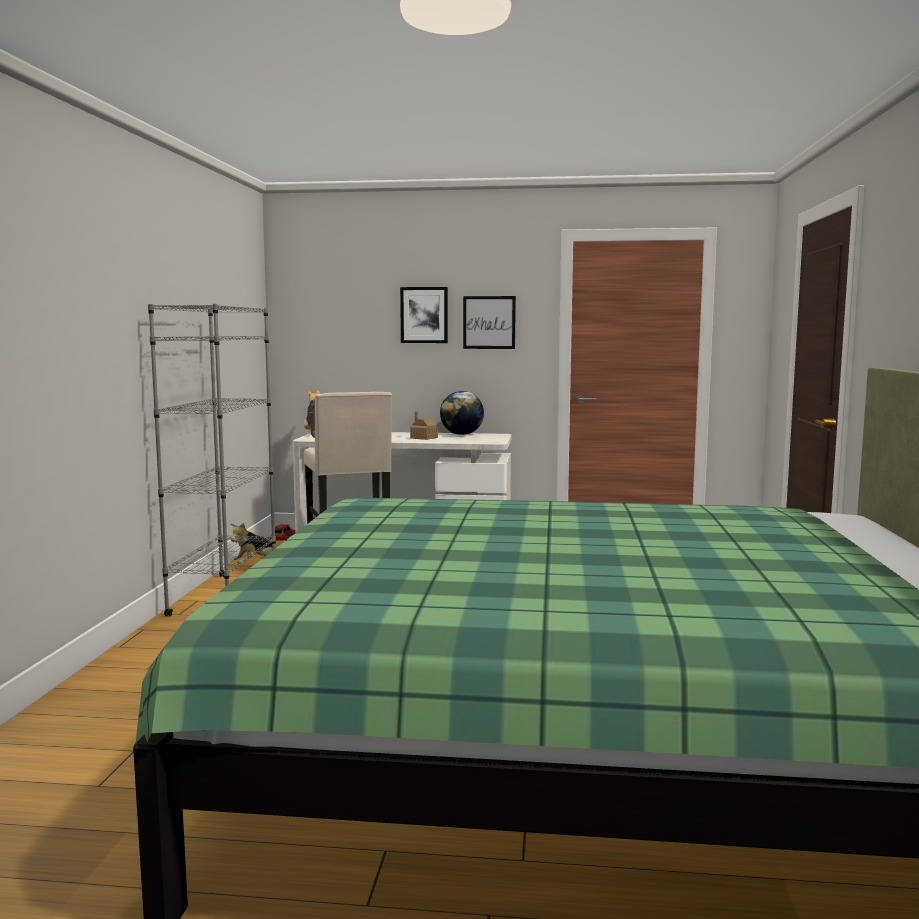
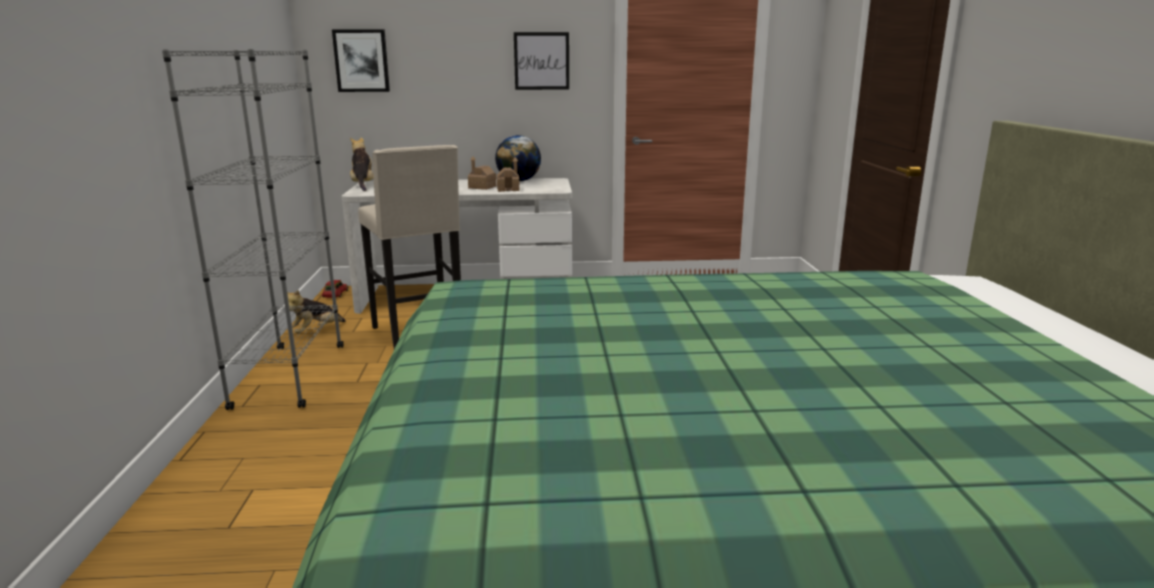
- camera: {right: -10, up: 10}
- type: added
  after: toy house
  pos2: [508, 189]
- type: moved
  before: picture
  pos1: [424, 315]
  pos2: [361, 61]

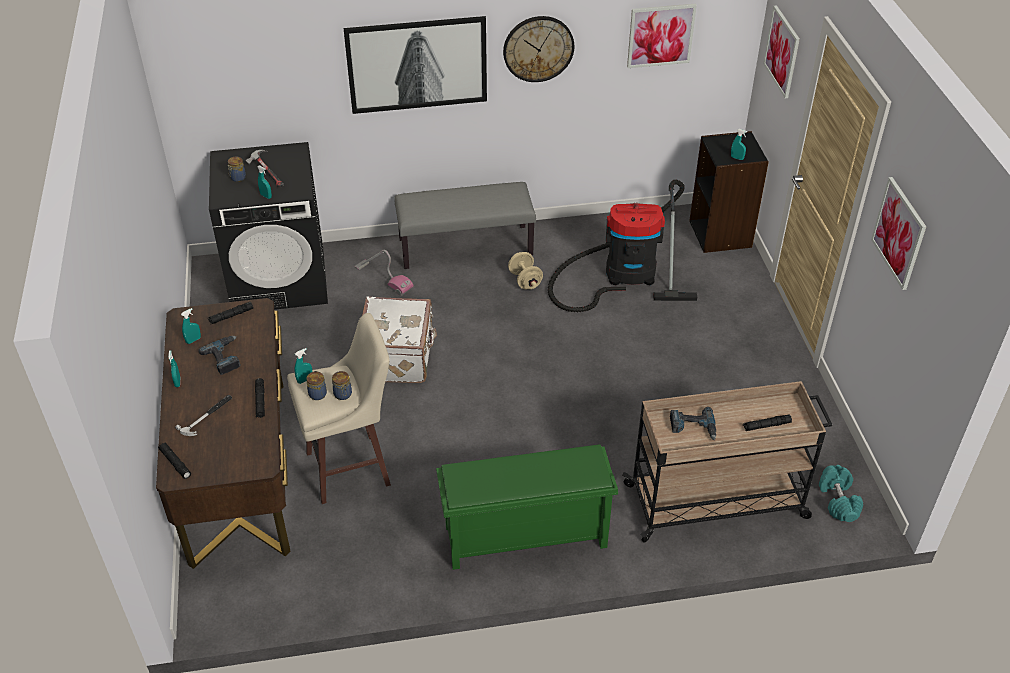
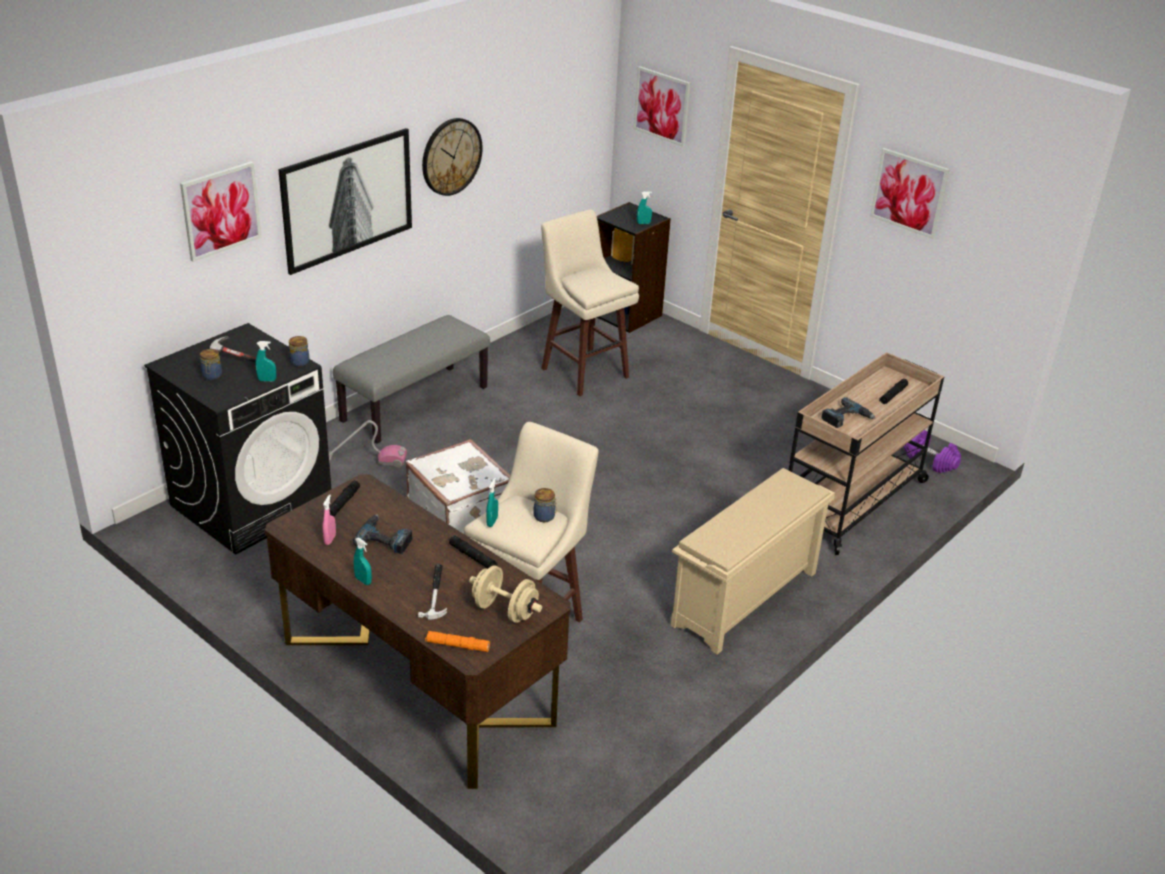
- camera: {right: -40, up: -10}
- type: moved
  before: jar
  pos1: [317, 393]
  pos2: [299, 362]
- type: moved
  before: dumbbell/beige
  pos1: [525, 280]
  pos2: [505, 610]
- type: moved
  before: picture
  pos1: [660, 35]
  pos2: [221, 210]
- type: replaced
  before: vacuum cleaner
  after: stool/beige
  pos1: [624, 274]
  pos2: [583, 372]
- type: recoloured
  before: flashlight/black
  after: flashlight/orange
  pos1: [175, 463]
  pos2: [457, 645]
- type: recoloured
  before: spray bottle/turquoise
  after: spray bottle/pink
  pos1: [193, 340]
  pos2: [330, 539]
- type: recoloured
  before: shoe rack/green
  after: shoe rack/beige
  pos1: [524, 538]
  pos2: [744, 600]
- type: recoloured
  before: dumbbell/turquoise
  after: dumbbell/purple
  pos1: [838, 500]
  pos2: [929, 460]

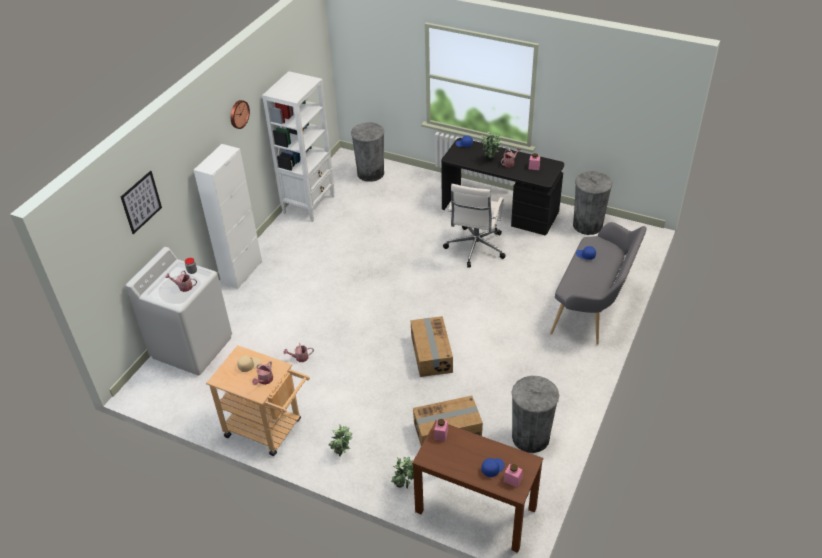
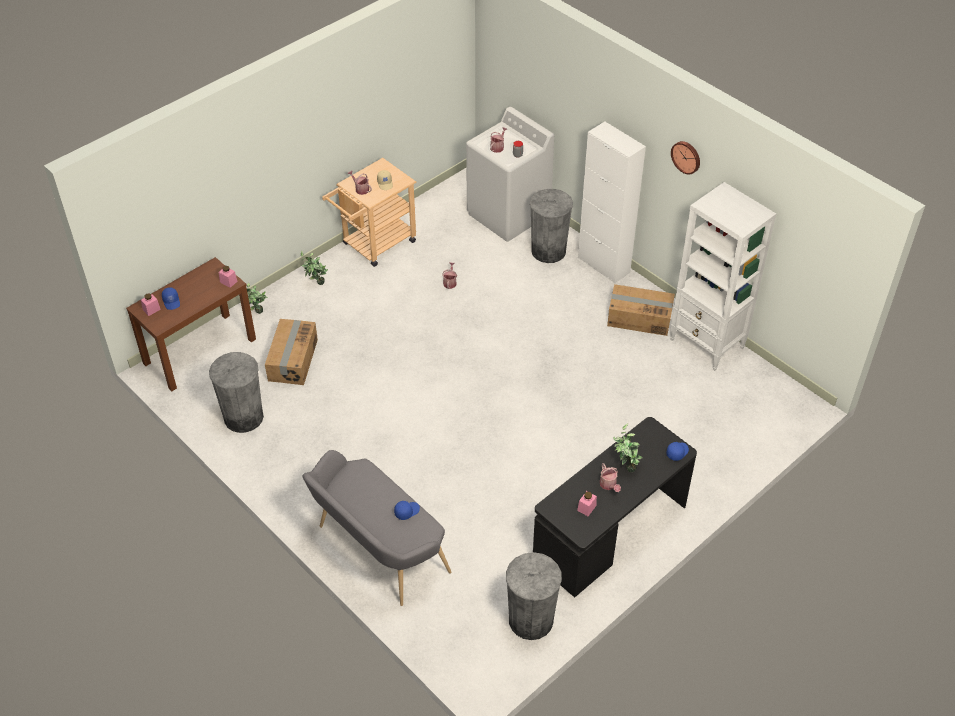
- camera: {right: 110, up: 5}
- type: removed
  before: picture
  pos1: [141, 202]
- type: removed
  before: office chair/white
  pos1: [475, 248]
- type: moved
  before: trash can/grey
  pos1: [370, 173]
  pos2: [548, 251]
- type: moved
  before: cardboard box
  pos1: [431, 354]
  pos2: [639, 318]

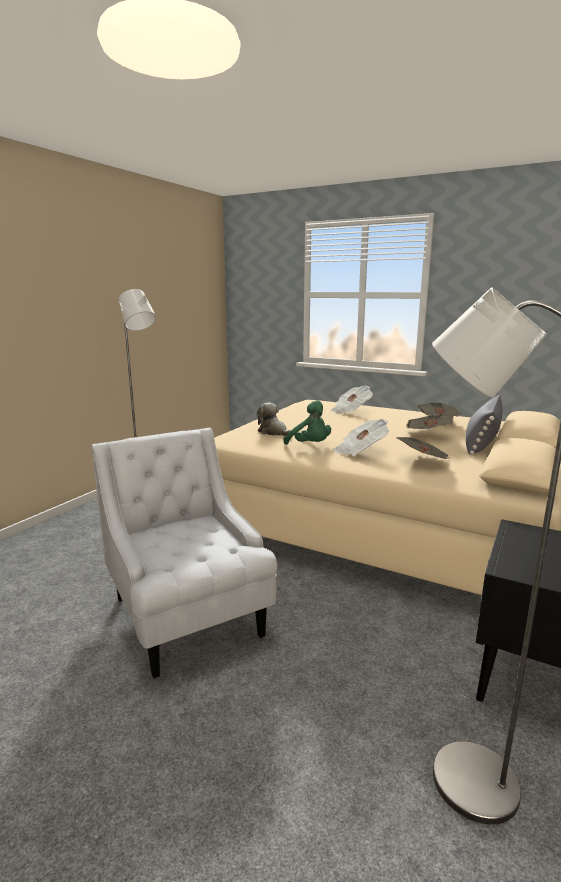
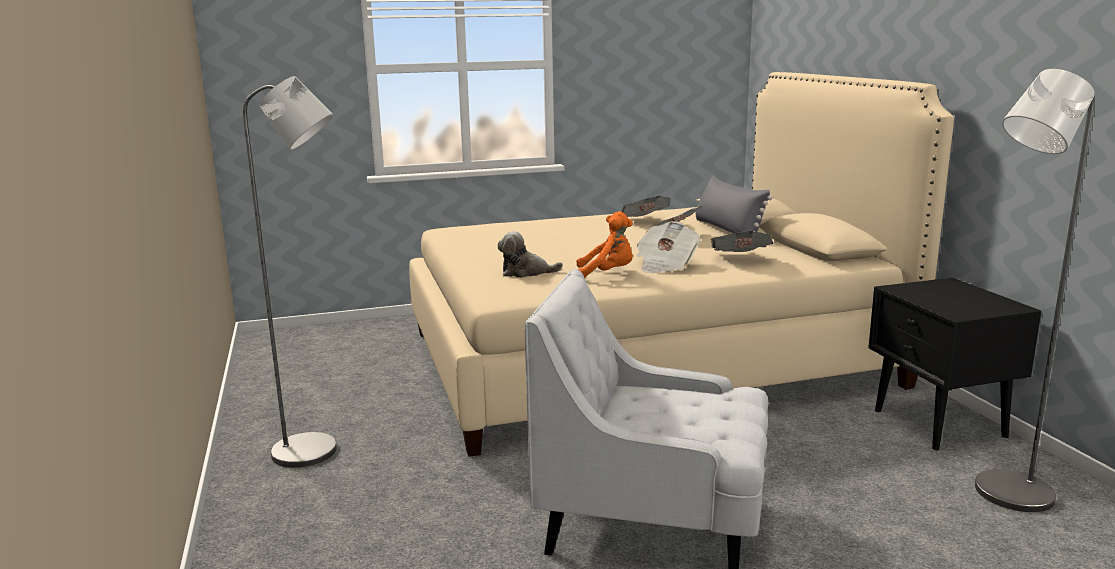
- camera: {right: -45, up: 0}
- type: removed
  before: newspaper
  pos1: [350, 410]
- type: recoloured
  before: plush toy/green
  after: plush toy/orange
  pos1: [310, 445]
  pos2: [607, 274]

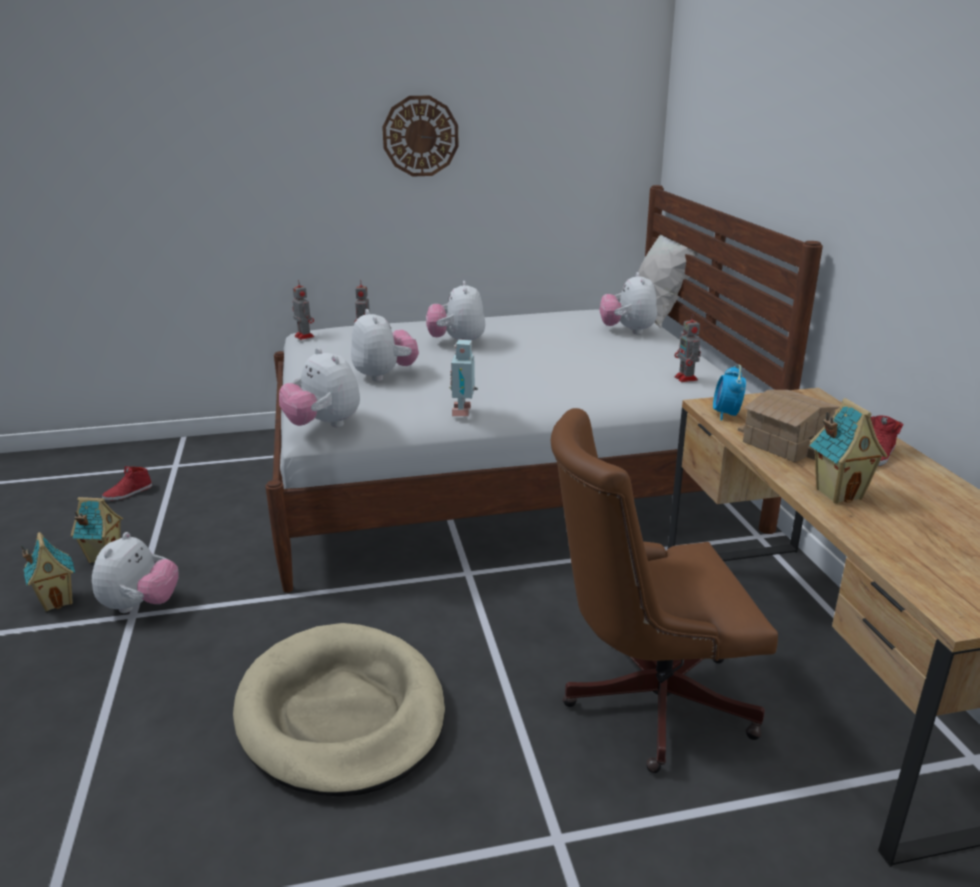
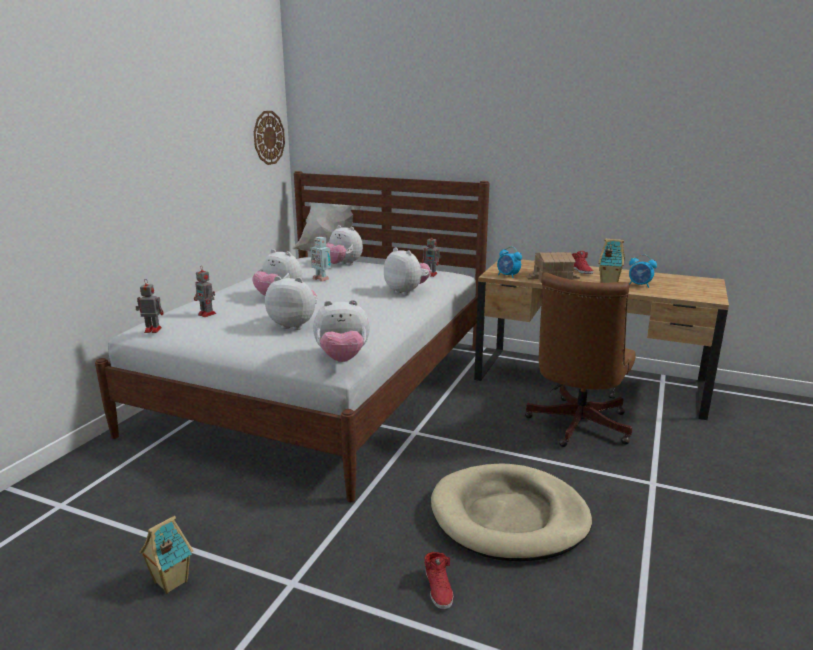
- camera: {right: -55, up: -5}
- type: removed
  before: toy house
  pos1: [58, 601]
- type: added
  after: alarm clock
  pos2: [639, 285]
- type: moved
  before: plush toy
  pos1: [140, 605]
  pos2: [407, 292]
- type: moved
  before: shoe/red
  pos1: [128, 493]
  pos2: [439, 589]
- type: moved
  before: wall clock
  pos1: [420, 136]
  pos2: [268, 137]
- type: moved
  before: toy robot
  pos1: [464, 411]
  pos2: [321, 279]

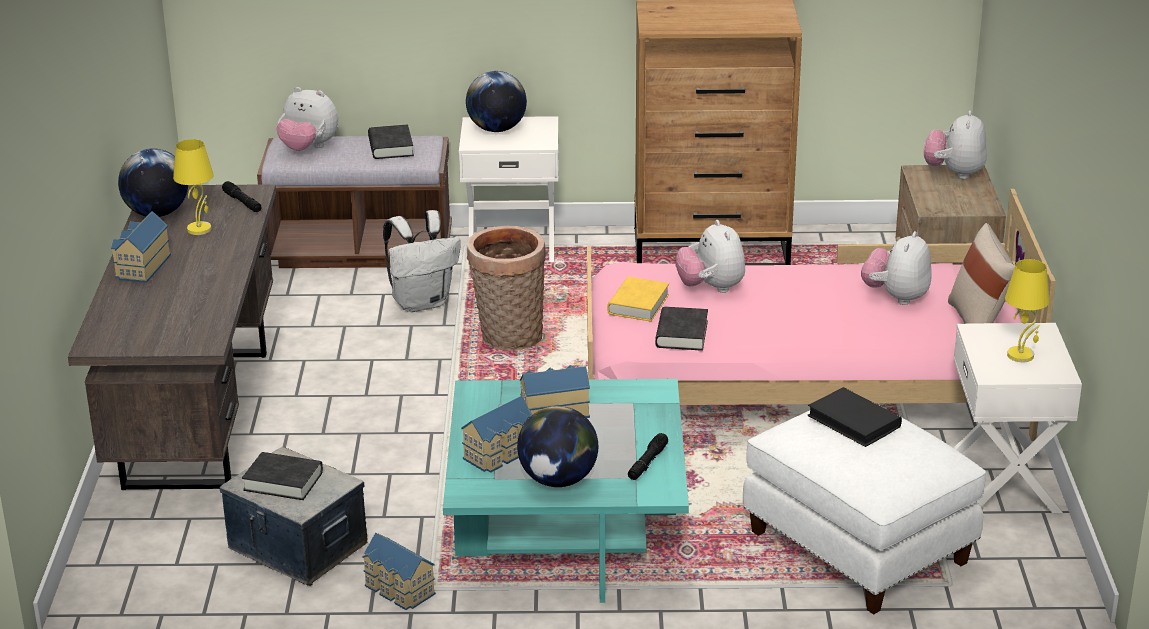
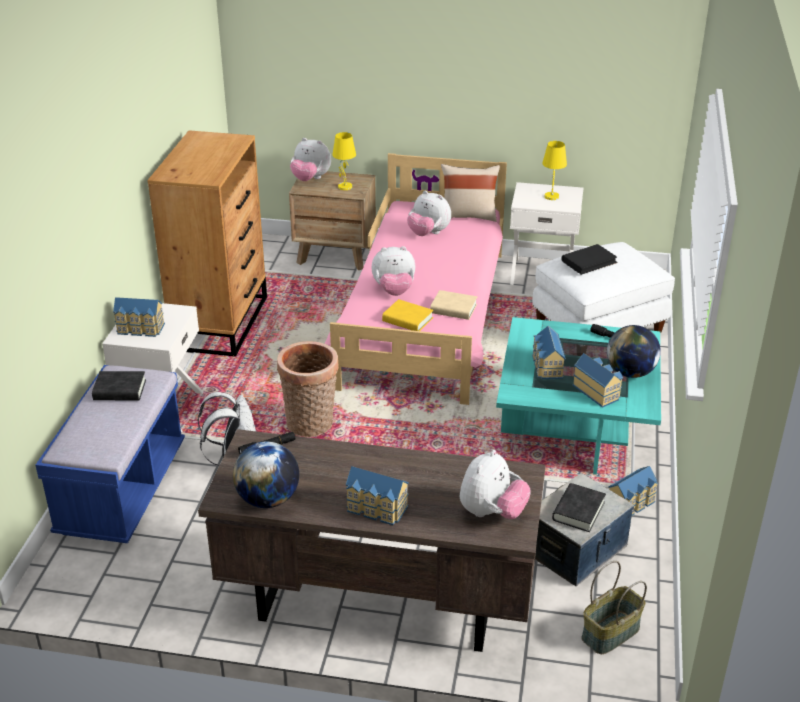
- camera: {right: -80, up: 5}
- type: added
  after: basket
  pos2: [611, 634]
- type: moved
  before: table lamp/yellow
  pos1: [199, 229]
  pos2: [344, 187]
- type: moved
  before: plush toy
  pos1: [308, 148]
  pos2: [492, 513]
- type: replaced
  before: globe
  after: toy house
  pos1: [497, 129]
  pos2: [140, 329]
- type: recoloured
  before: bench/brown
  after: bench/blue
  pos1: [361, 250]
  pos2: [122, 491]
- type: recoloured
  before: book/black
  after: book/beige
  pos1: [681, 334]
  pos2: [453, 309]

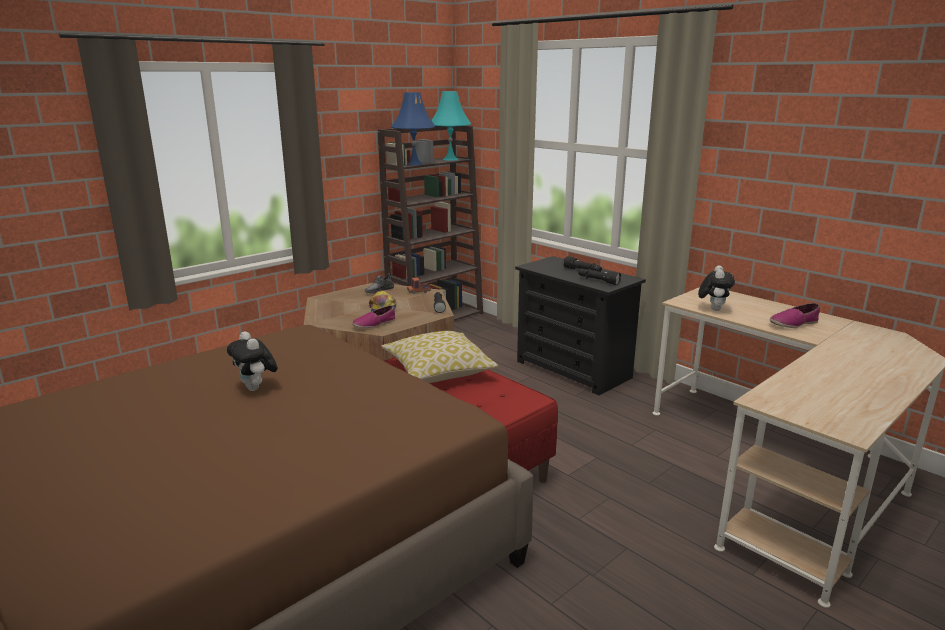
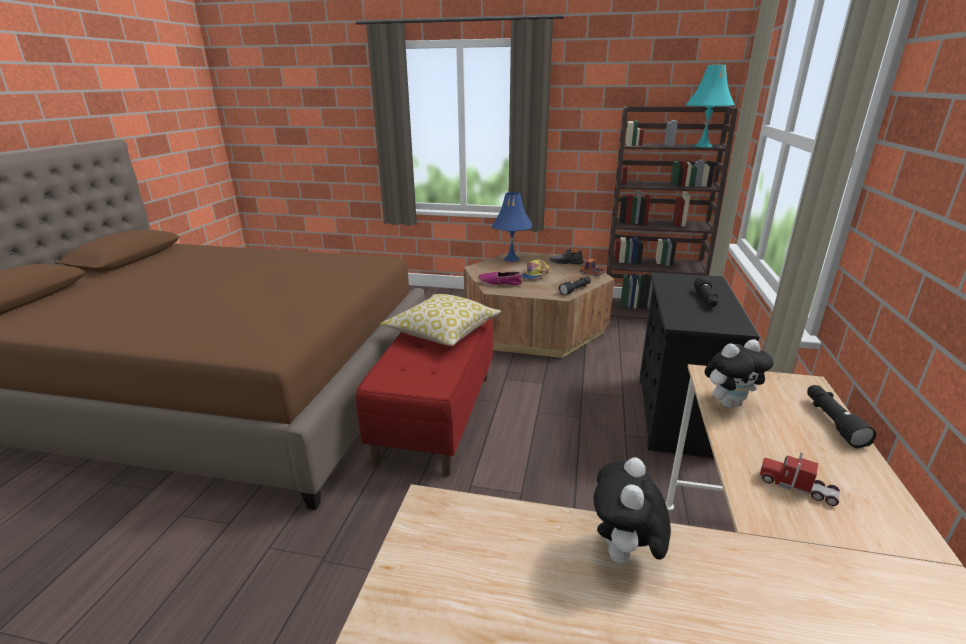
- camera: {right: 55, up: 5}
- type: moved
  before: plush toy
  pos1: [256, 388]
  pos2: [624, 555]
- type: moved
  before: table lamp/blue
  pos1: [414, 164]
  pos2: [511, 259]
- type: moved
  before: flashlight/black
  pos1: [598, 281]
  pos2: [832, 421]
- type: replaced
  before: shoe
  after: toy truck
  pos1: [793, 324]
  pos2: [797, 487]

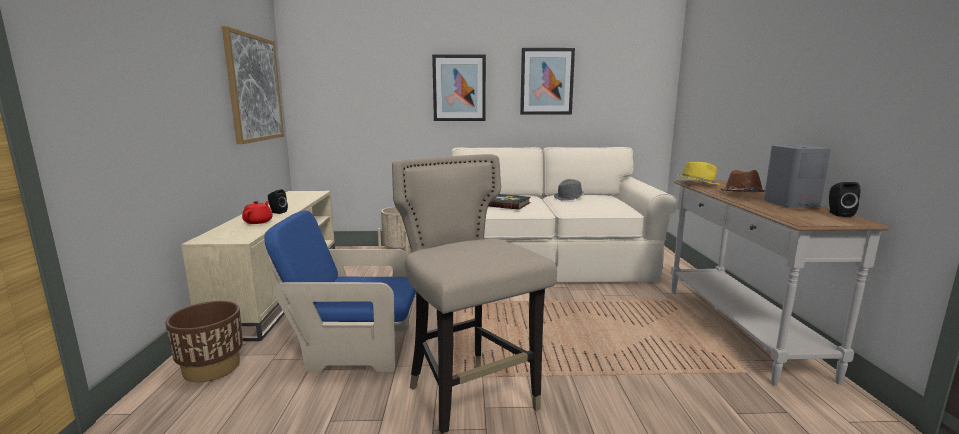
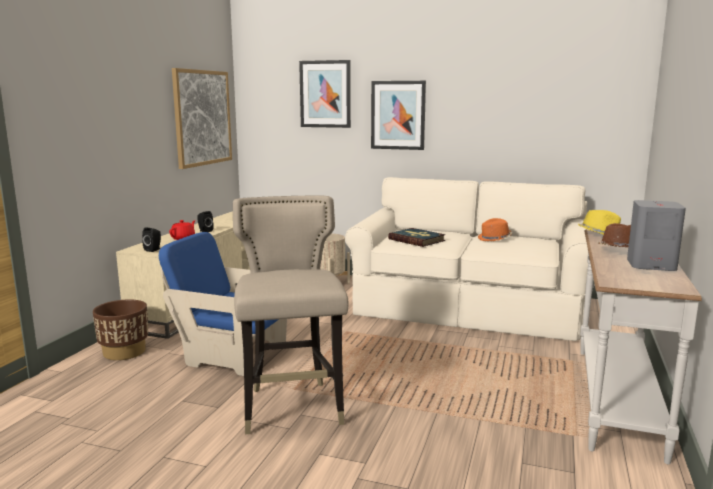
- camera: {right: 20, up: 0}
- type: moved
  before: picture
  pos1: [546, 81]
  pos2: [325, 94]
- type: moved
  before: speaker/black
  pos1: [838, 214]
  pos2: [154, 250]
- type: recoloured
  before: hat/grey
  after: hat/orange
  pos1: [569, 198]
  pos2: [494, 239]

